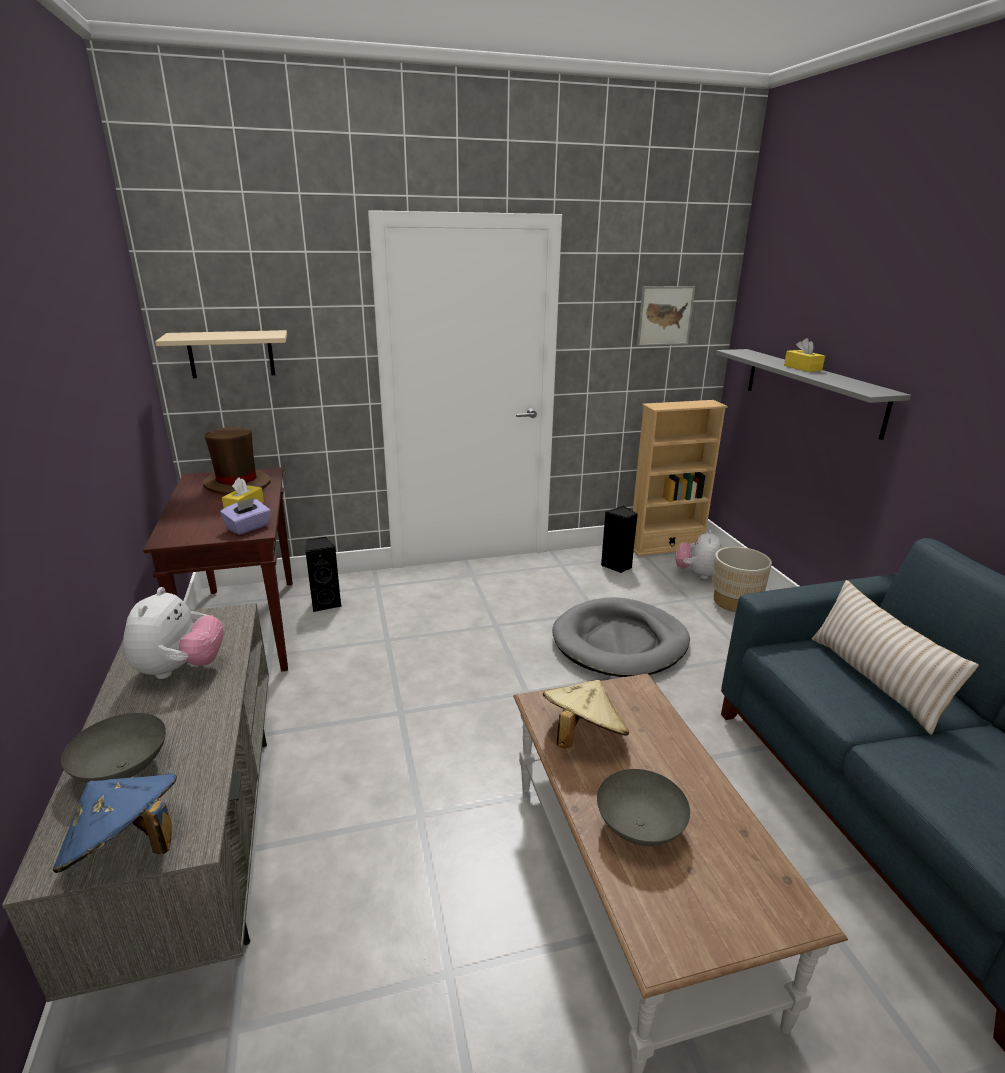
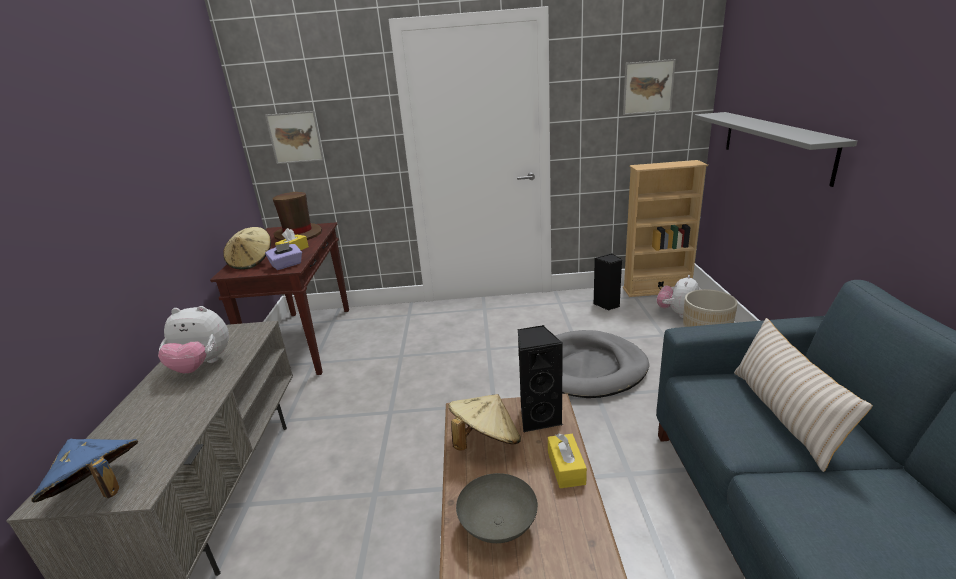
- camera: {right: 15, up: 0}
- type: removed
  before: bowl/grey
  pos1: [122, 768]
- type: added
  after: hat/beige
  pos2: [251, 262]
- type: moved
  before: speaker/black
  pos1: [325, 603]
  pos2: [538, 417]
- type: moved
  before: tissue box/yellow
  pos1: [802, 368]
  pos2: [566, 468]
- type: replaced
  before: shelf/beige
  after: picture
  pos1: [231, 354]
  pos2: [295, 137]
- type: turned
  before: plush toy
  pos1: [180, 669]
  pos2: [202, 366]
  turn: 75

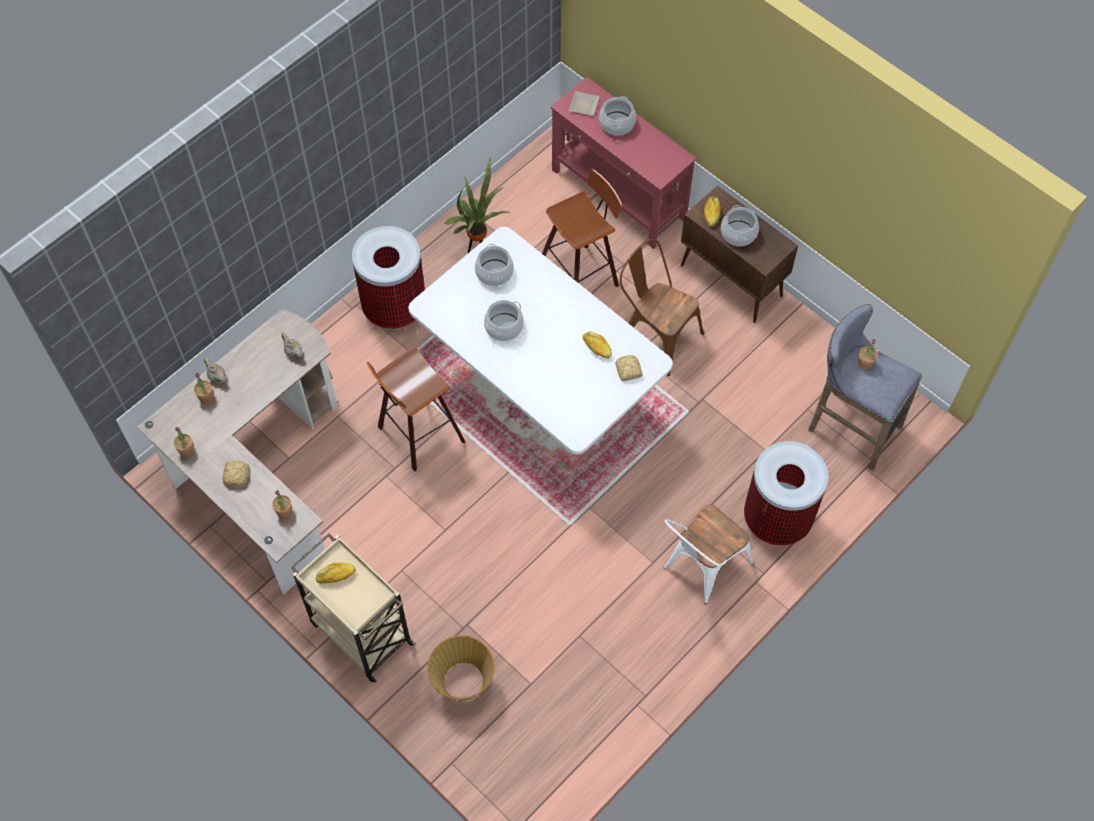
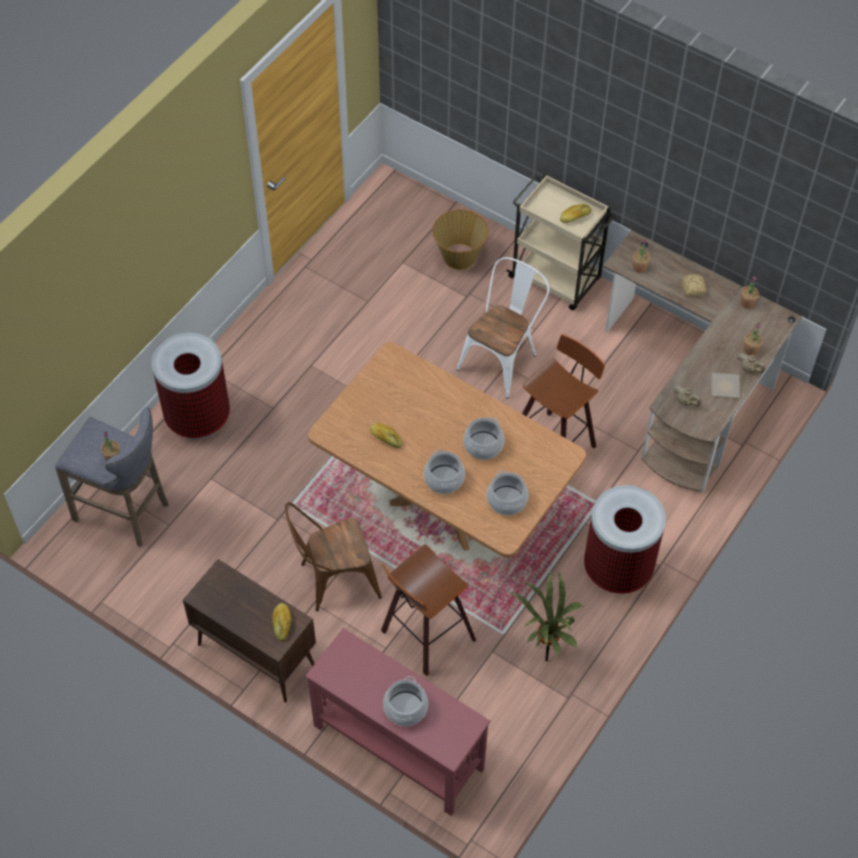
- camera: {right: 170, up: -5}
- type: removed
  before: bread
  pos1: [628, 371]
- type: moved
  before: plate
  pos1: [583, 104]
  pos2: [726, 387]
- type: moved
  before: chair/white
  pos1: [701, 568]
  pos2: [502, 359]
- type: moved
  before: cooking pot
  pos1: [739, 233]
  pos2: [443, 479]
- type: recoloured
  before: dining table/white
  after: dining table/brown
  pos1: [540, 390]
  pos2: [444, 504]
- type: turned
  before: chair/brown
  pos1: [655, 335]
  pos2: [333, 580]
  turn: 135

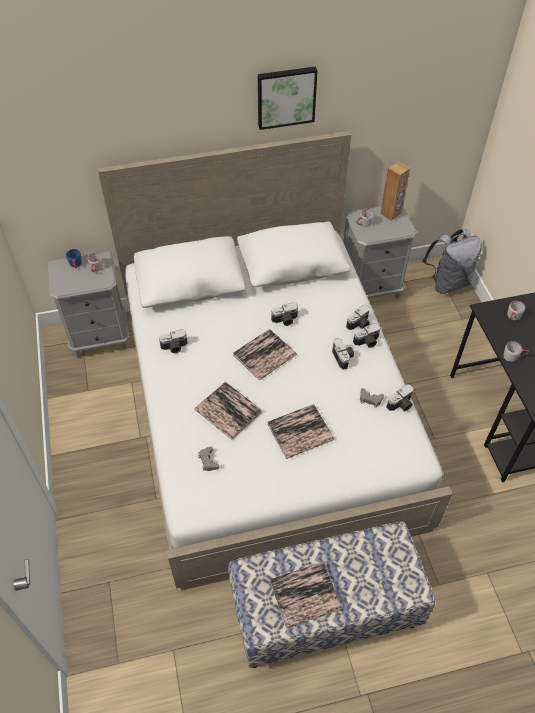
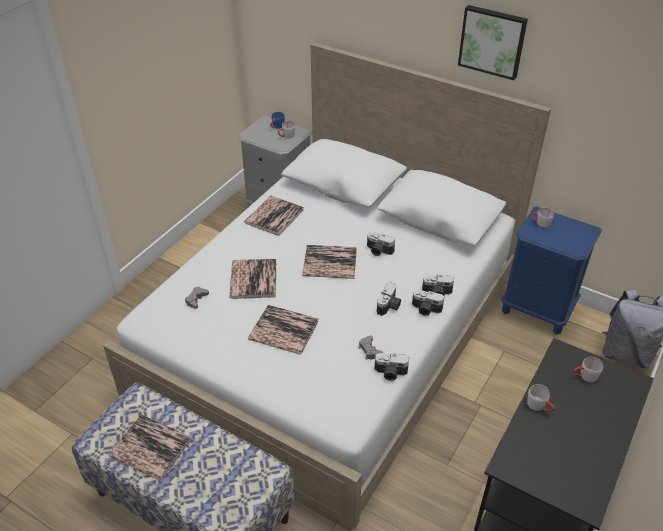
- camera: {right: 45, up: -10}
- type: removed
  before: speaker/brown
  pos1: [391, 213]
- type: replaced
  before: photo camera
  after: book
  pos1: [174, 347]
  pos2: [274, 216]
- type: recoloured
  before: nightstand/grey
  after: nightstand/blue
  pos1: [370, 288]
  pos2: [537, 309]

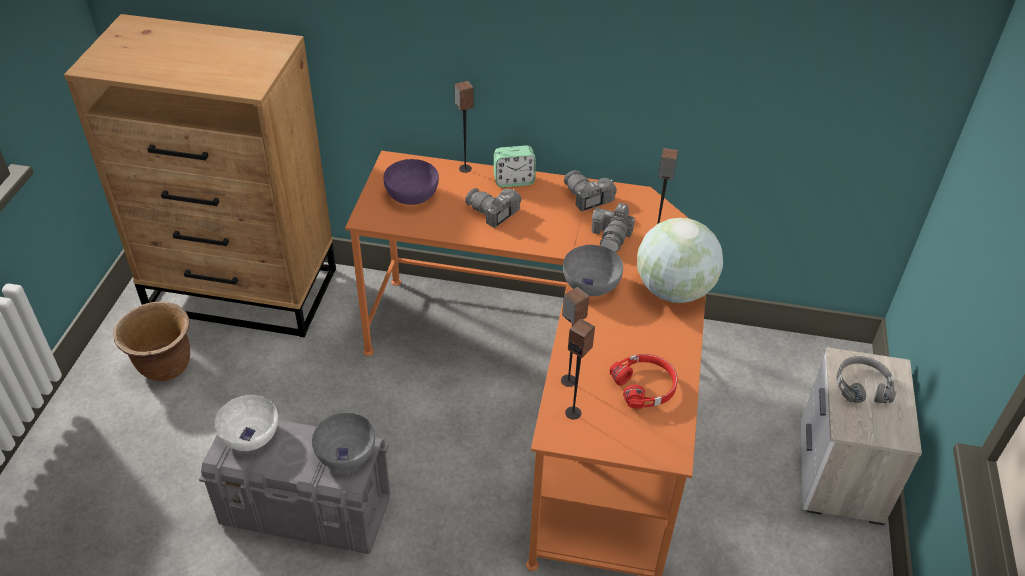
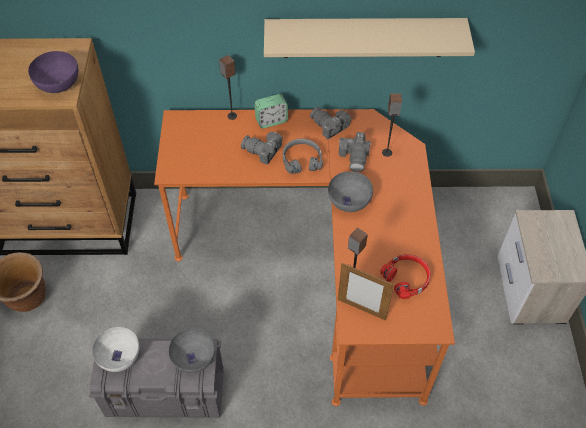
- camera: {right: -10, up: 10}
- type: removed
  before: globe
  pos1: [673, 290]
- type: added
  after: shelf/beige
  pos2: [364, 37]
- type: moved
  before: bowl/purple
  pos1: [412, 195]
  pos2: [59, 83]
- type: moved
  before: headphones/grey
  pos1: [862, 385]
  pos2: [301, 160]
- type: replaced
  before: speaker
  after: picture frame
  pos1: [573, 412]
  pos2: [361, 309]

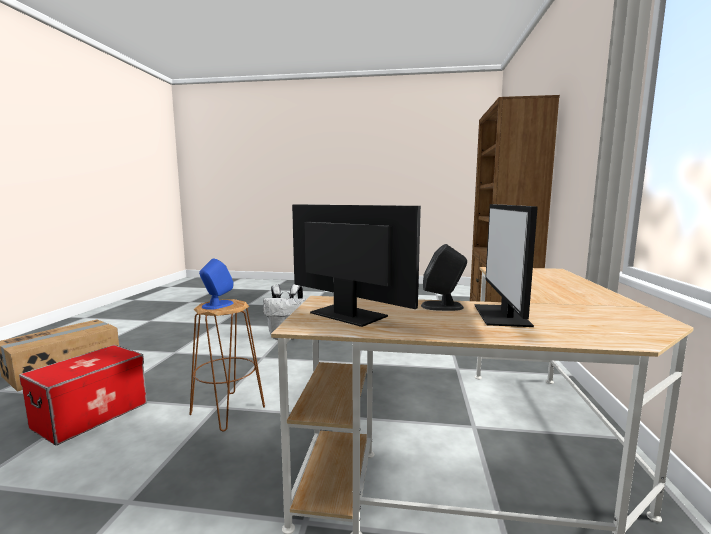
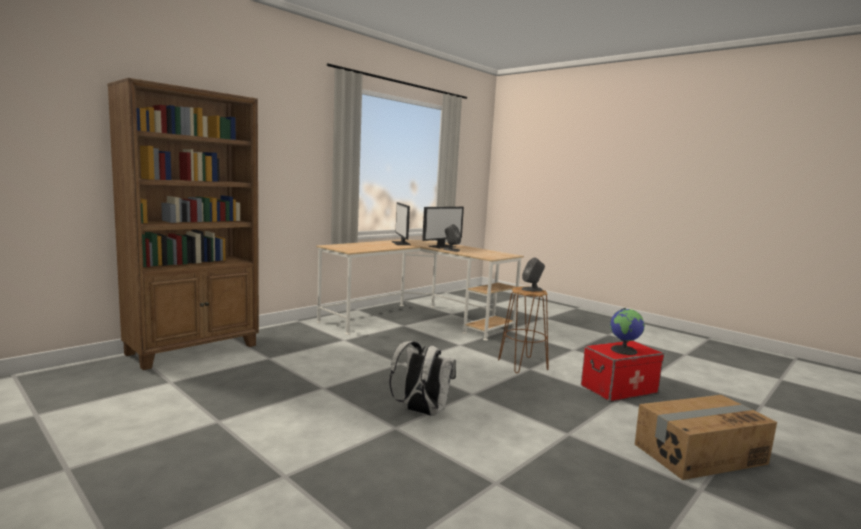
- camera: {right: -145, up: 0}
- type: added
  after: globe
  pos2: [624, 350]
- type: moved
  before: monitor
  pos1: [346, 315]
  pos2: [401, 243]
- type: recoloured
  before: speaker/blue
  after: speaker/grey
  pos1: [217, 305]
  pos2: [532, 289]

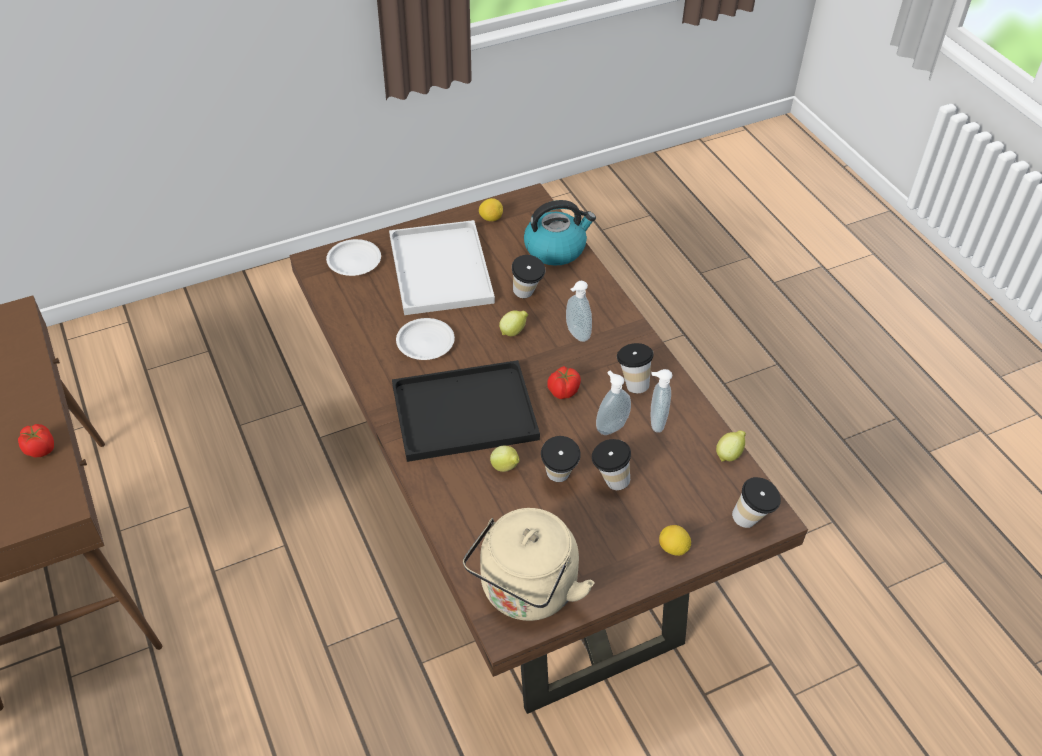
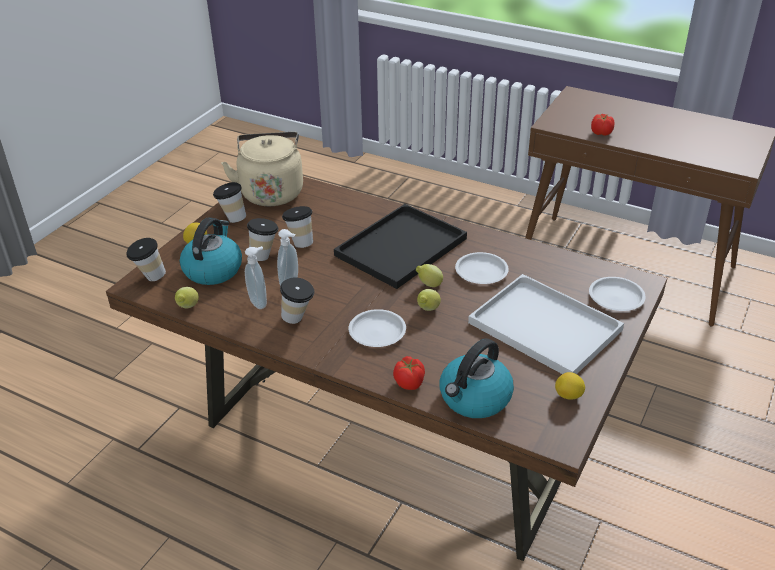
- camera: {right: 145, up: -10}
- type: added
  after: kettle
  pos2: [213, 269]
- type: moved
  before: lemon
  pos1: [505, 468]
  pos2: [429, 285]
- type: moved
  before: cup
  pos1: [527, 296]
  pos2: [232, 218]
- type: moved
  before: tomato
  pos1: [563, 391]
  pos2: [409, 383]
- type: replaced
  before: soap dispenser
  after: plate/white
  pos1: [576, 335]
  pos2: [376, 332]

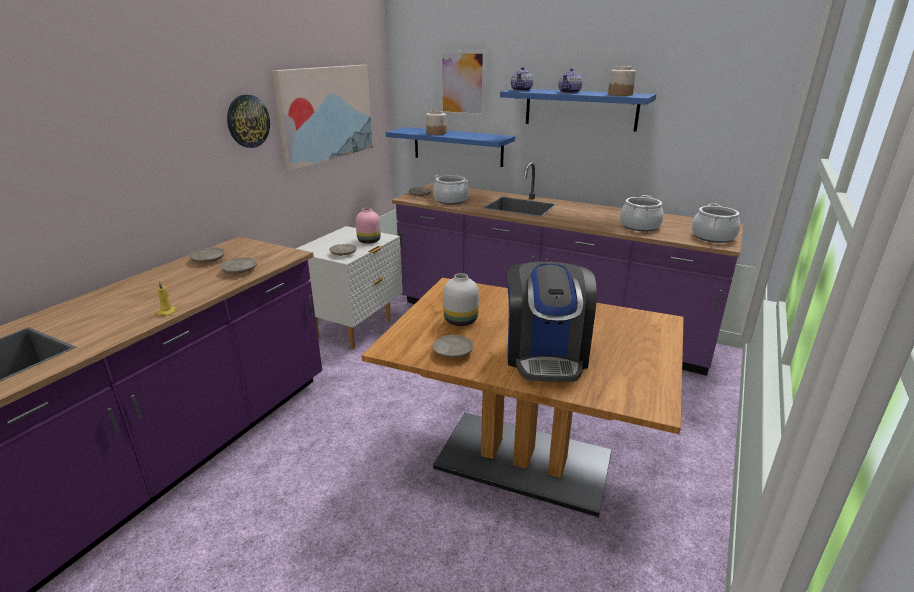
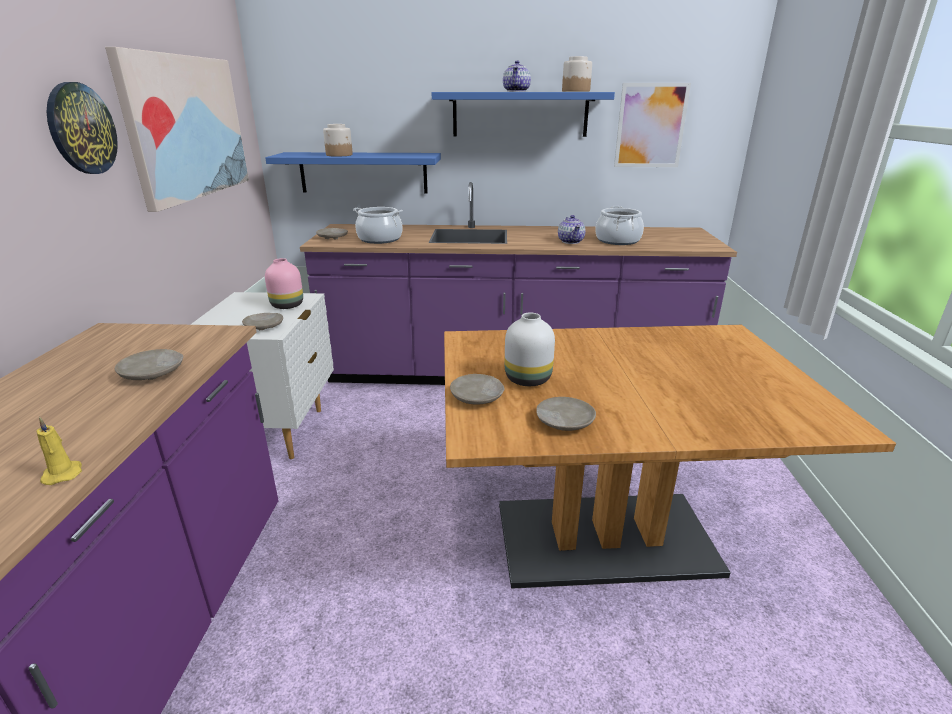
- camera: {right: -25, up: 0}
- type: removed
  before: coffee machine
  pos1: [546, 355]
- type: removed
  before: cooking pot
  pos1: [713, 237]
- type: moved
  before: plate/beige
  pos1: [208, 260]
  pos2: [477, 397]
- type: moved
  before: picture
  pos1: [462, 83]
  pos2: [650, 126]
- type: moved
  before: teapot
  pos1: [522, 90]
  pos2: [571, 241]

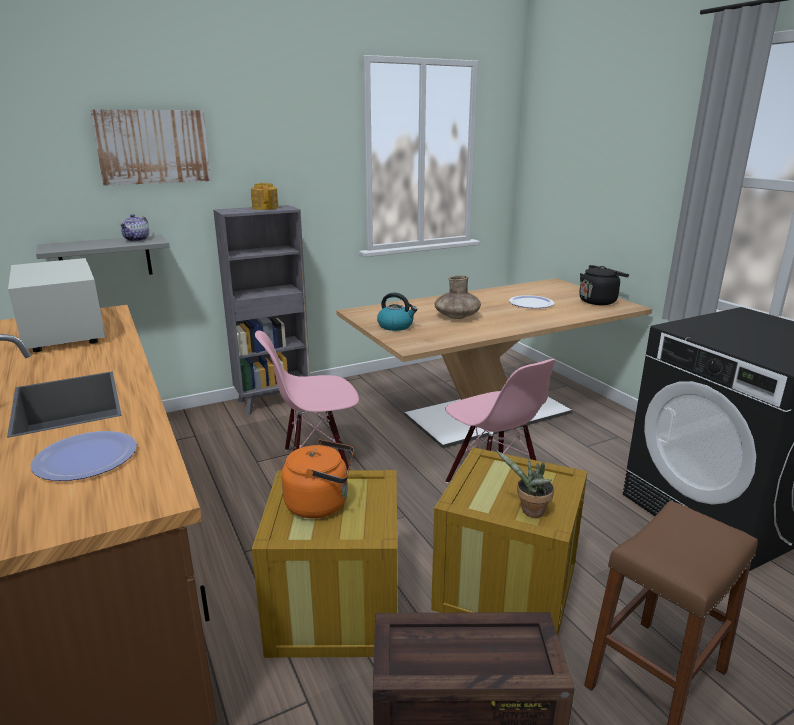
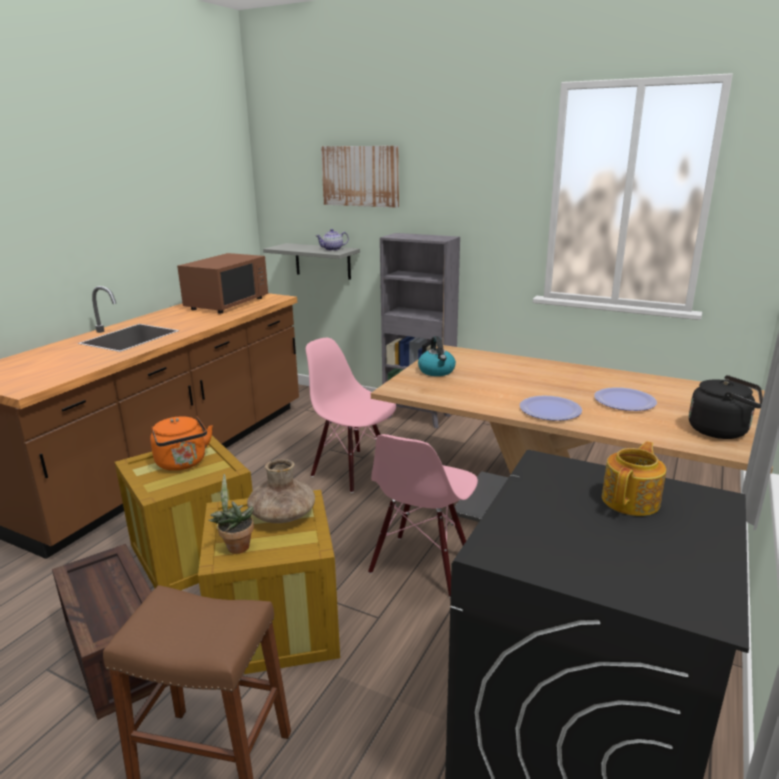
- camera: {right: 55, up: 0}
- type: moved
  before: plate
  pos1: [86, 457]
  pos2: [550, 410]
- type: moved
  before: teapot
  pos1: [265, 208]
  pos2: [631, 500]
- type: moved
  before: vase/brown
  pos1: [457, 317]
  pos2: [282, 516]
- type: recoloured
  before: microwave/white
  after: microwave/brown
  pos1: [63, 333]
  pos2: [227, 303]

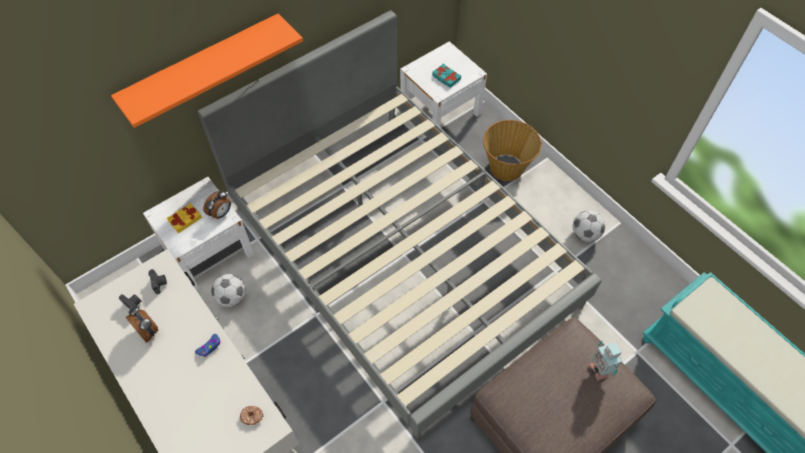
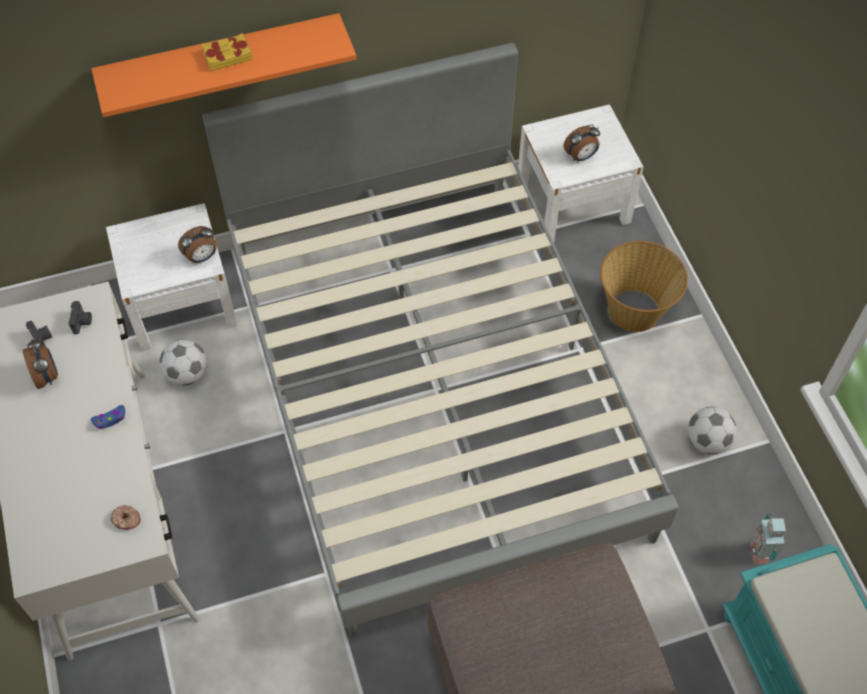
- camera: {right: 20, up: 0}
- type: moved
  before: book/yellow
  pos1: [185, 219]
  pos2: [227, 55]
- type: moved
  before: toy robot
  pos1: [599, 369]
  pos2: [760, 551]
- type: replaced
  before: book/turquoise
  after: alarm clock
  pos1: [446, 78]
  pos2: [581, 156]

